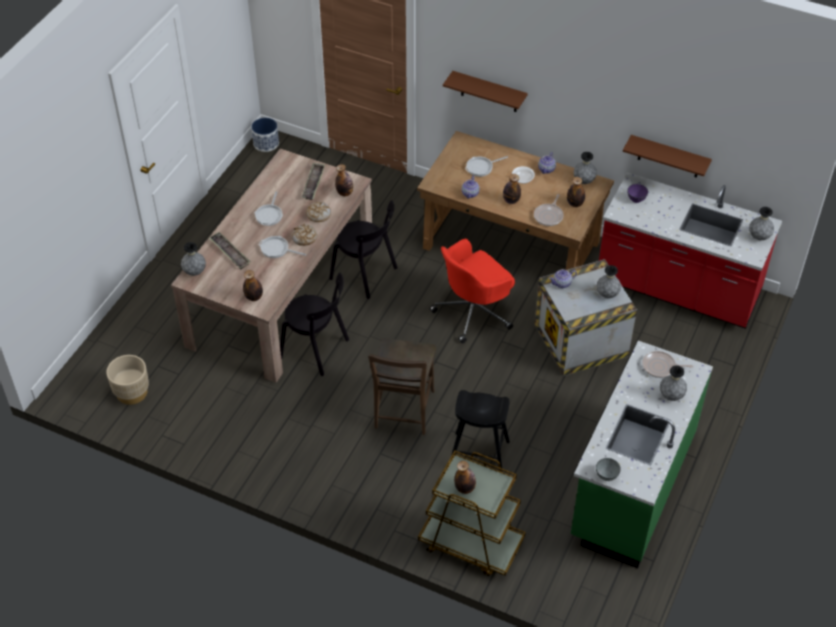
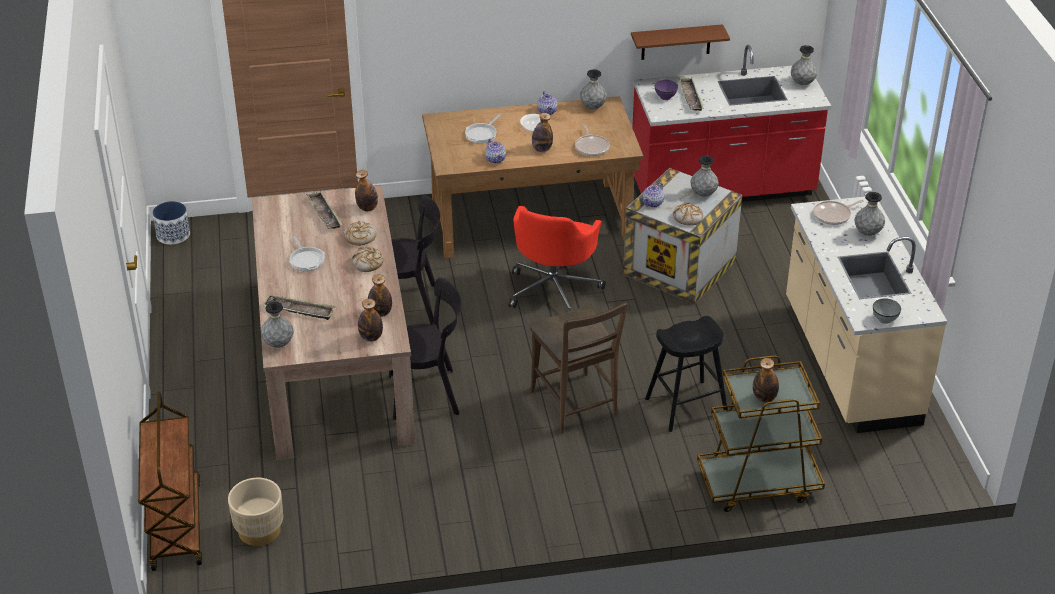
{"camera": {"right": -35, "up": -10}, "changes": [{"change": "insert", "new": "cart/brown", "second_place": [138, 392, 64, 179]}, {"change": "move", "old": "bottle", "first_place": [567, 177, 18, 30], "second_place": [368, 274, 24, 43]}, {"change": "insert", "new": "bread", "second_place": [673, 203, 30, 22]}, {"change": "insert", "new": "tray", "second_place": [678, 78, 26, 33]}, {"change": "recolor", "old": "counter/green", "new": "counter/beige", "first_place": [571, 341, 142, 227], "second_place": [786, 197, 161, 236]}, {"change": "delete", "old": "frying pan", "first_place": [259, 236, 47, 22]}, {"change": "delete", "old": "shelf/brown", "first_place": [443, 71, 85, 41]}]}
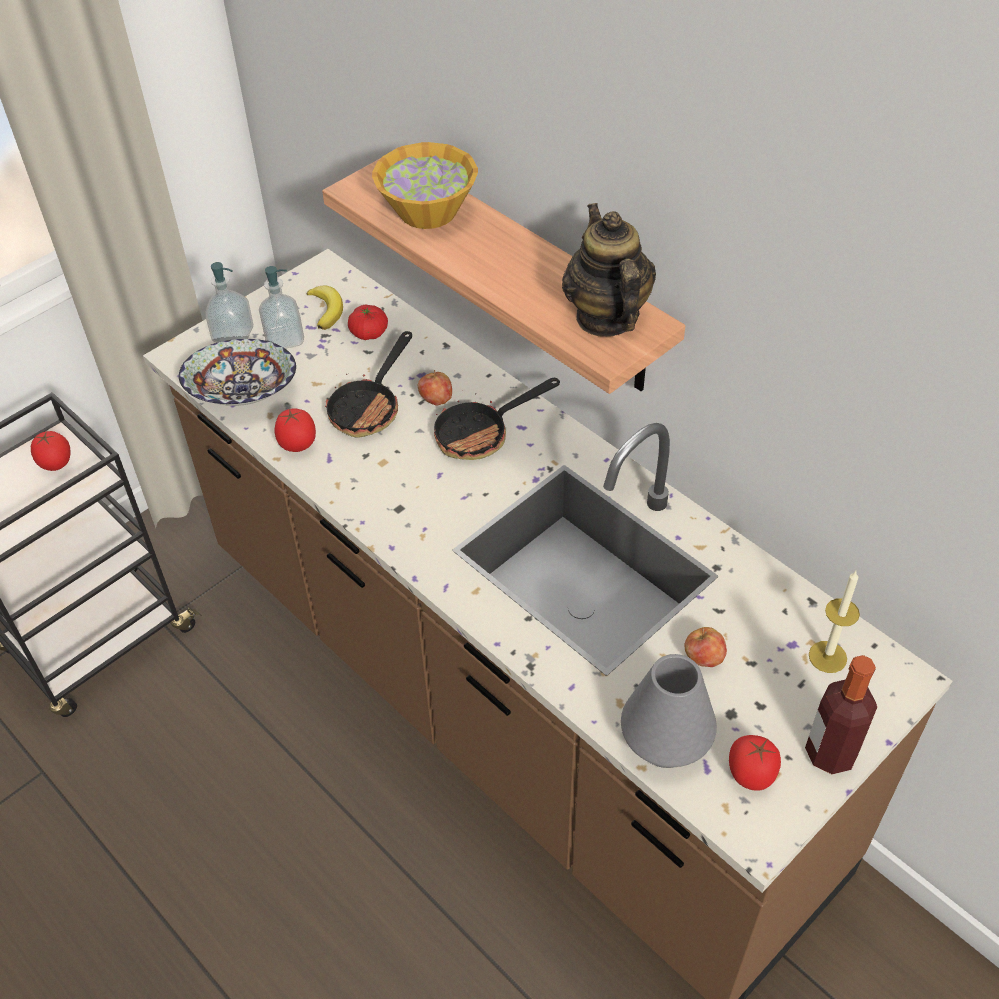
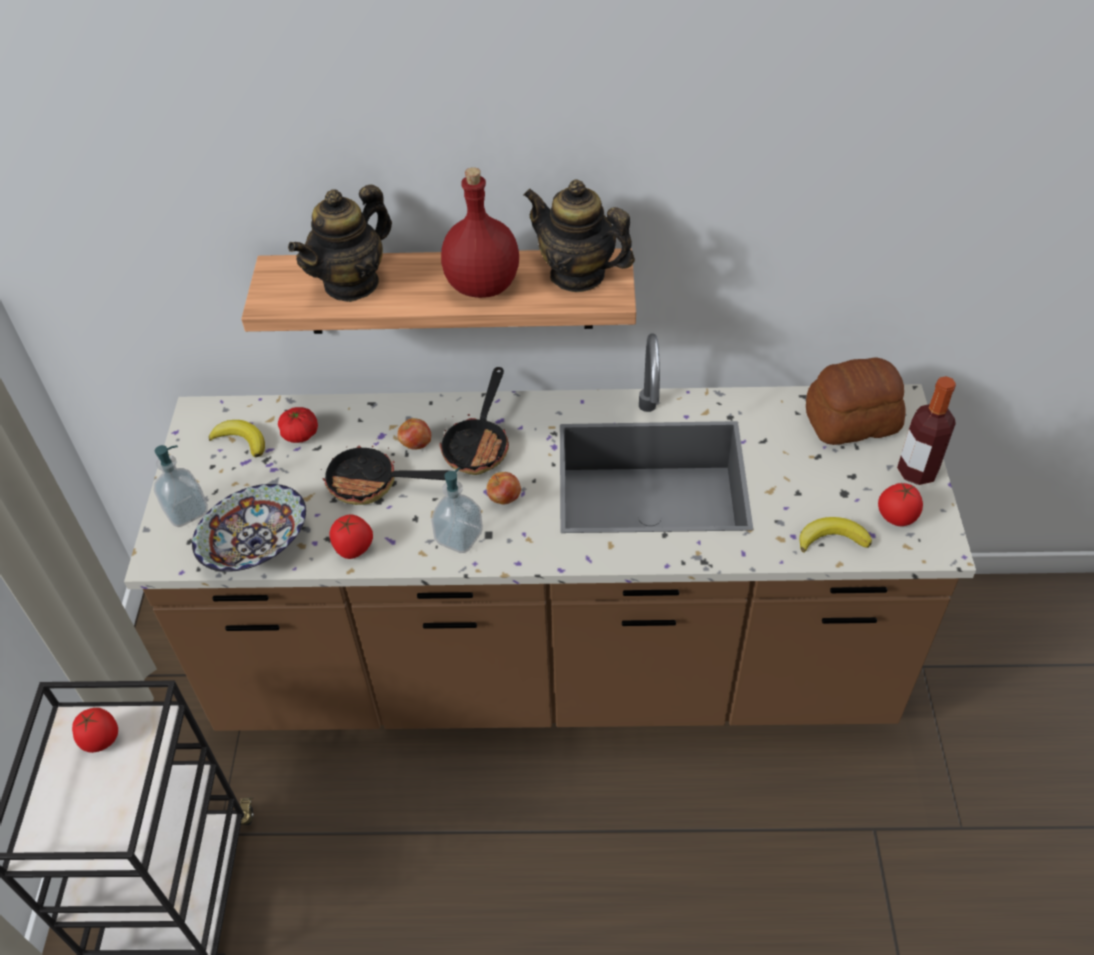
{"camera": {"right": -45, "up": 0}, "changes": [{"change": "replace", "old": "bowl", "new": "teapot", "first_place": [372, 142, 106, 87], "second_place": [288, 185, 104, 117]}, {"change": "rotate", "old": "frying pan", "first_place": [325, 331, 87, 107], "second_place": [321, 446, 128, 59], "degrees": 120}, {"change": "move", "old": "soap dispenser", "first_place": [259, 266, 45, 83], "second_place": [431, 467, 52, 86]}, {"change": "insert", "new": "bottle/red", "second_place": [441, 167, 78, 131]}, {"change": "move", "old": "apple", "first_place": [684, 627, 43, 40], "second_place": [487, 472, 34, 32]}, {"change": "replace", "old": "vase/grey", "new": "banana", "first_place": [621, 654, 96, 114], "second_place": [799, 517, 73, 35]}, {"change": "replace", "old": "candle", "new": "bread", "first_place": [809, 571, 51, 102], "second_place": [806, 357, 100, 88]}]}
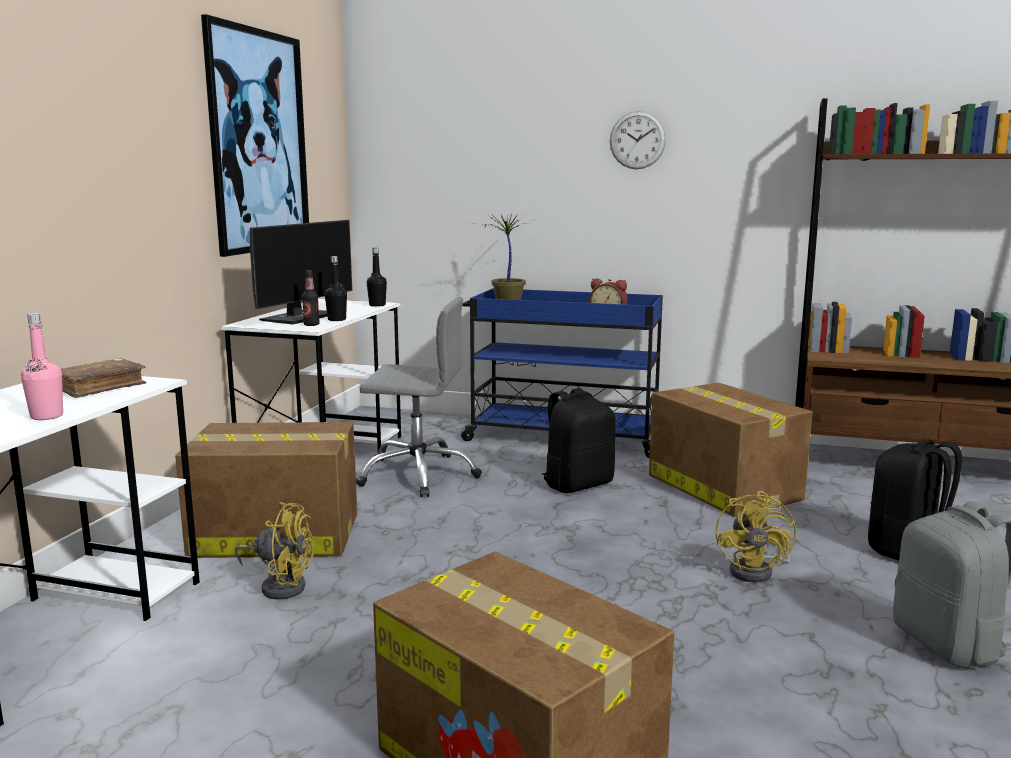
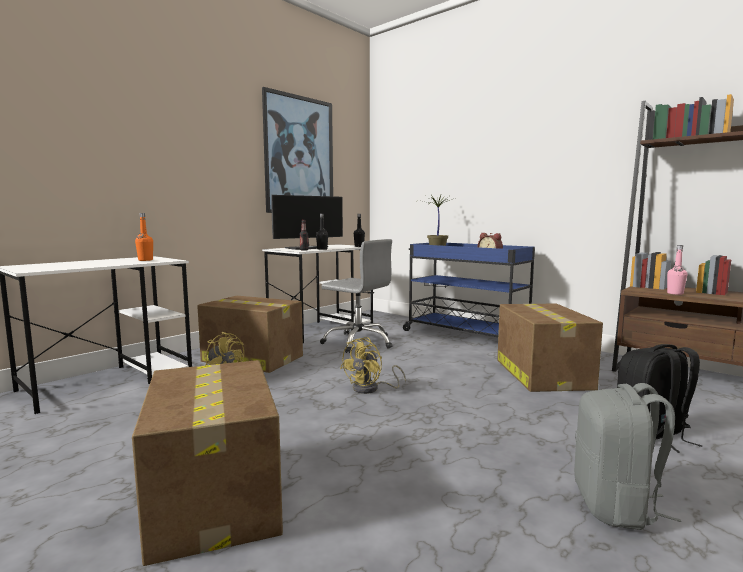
{"camera": {"right": 25, "up": -5}, "changes": [{"change": "replace", "old": "book/brown", "new": "bottle/orange", "first_place": [61, 358, 85, 40], "second_place": [135, 213, 18, 48]}, {"change": "move", "old": "fan/yellow", "first_place": [716, 491, 80, 92], "second_place": [340, 337, 66, 57]}, {"change": "move", "old": "bottle/pink", "first_place": [21, 313, 42, 107], "second_place": [667, 245, 20, 50]}, {"change": "delete", "old": "backpack/black", "first_place": [542, 388, 74, 105]}, {"change": "delete", "old": "wall clock", "first_place": [610, 111, 56, 58]}]}
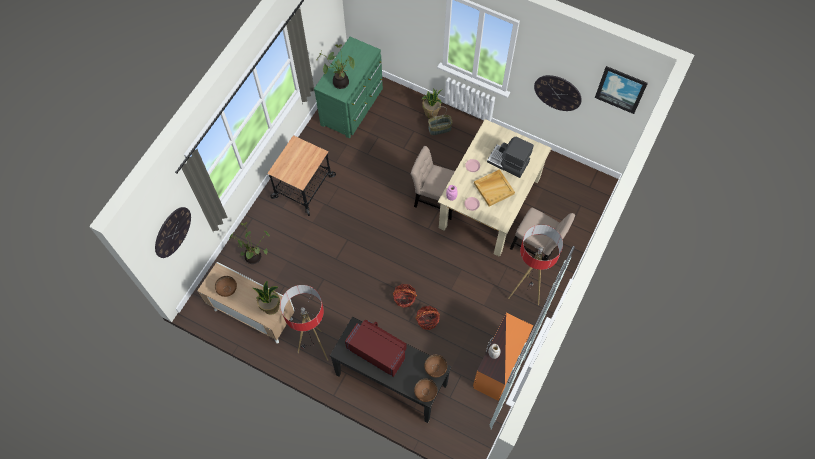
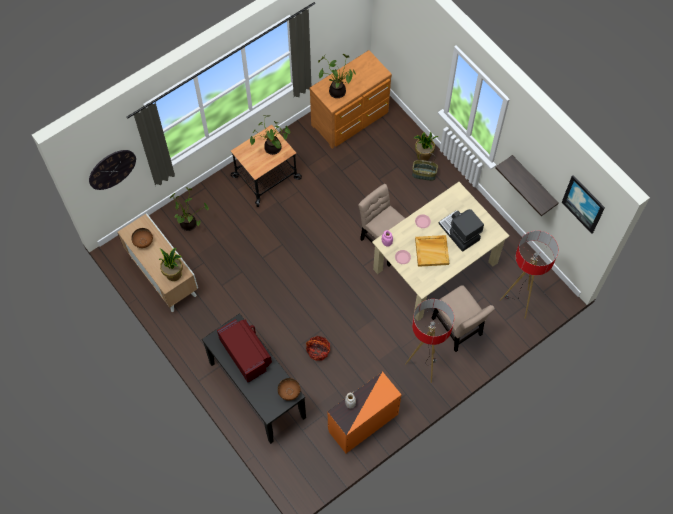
{"camera": {"right": 25, "up": 0}, "changes": [{"change": "insert", "new": "potted plant", "second_place": [250, 115, 40, 40]}, {"change": "recolor", "old": "dresser/green", "new": "dresser/brown", "first_place": [314, 37, 69, 101], "second_place": [309, 50, 83, 99]}, {"change": "replace", "old": "wall clock", "new": "shelf", "first_place": [534, 75, 48, 36], "second_place": [495, 155, 63, 61]}, {"change": "move", "old": "floor lamp", "first_place": [280, 285, 48, 76], "second_place": [500, 231, 58, 88]}, {"change": "delete", "old": "basket", "first_place": [393, 284, 24, 24]}, {"change": "delete", "old": "bowl/brown", "first_place": [414, 379, 23, 23]}]}
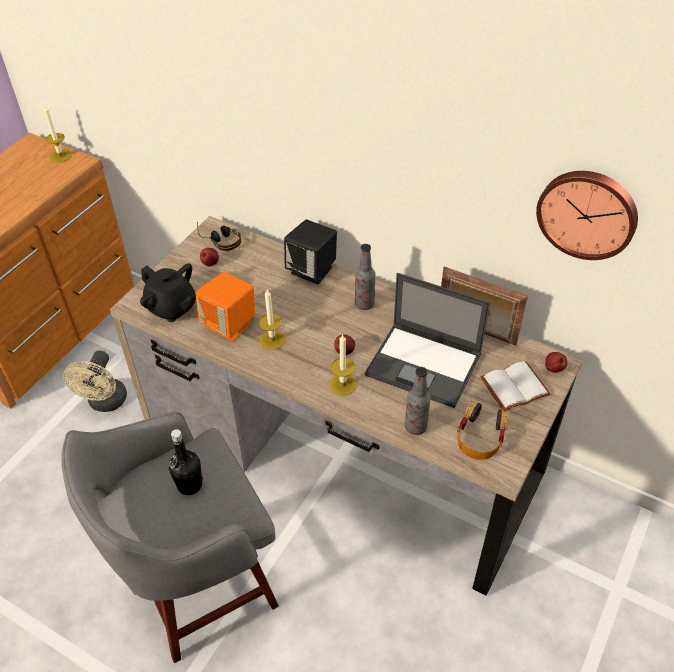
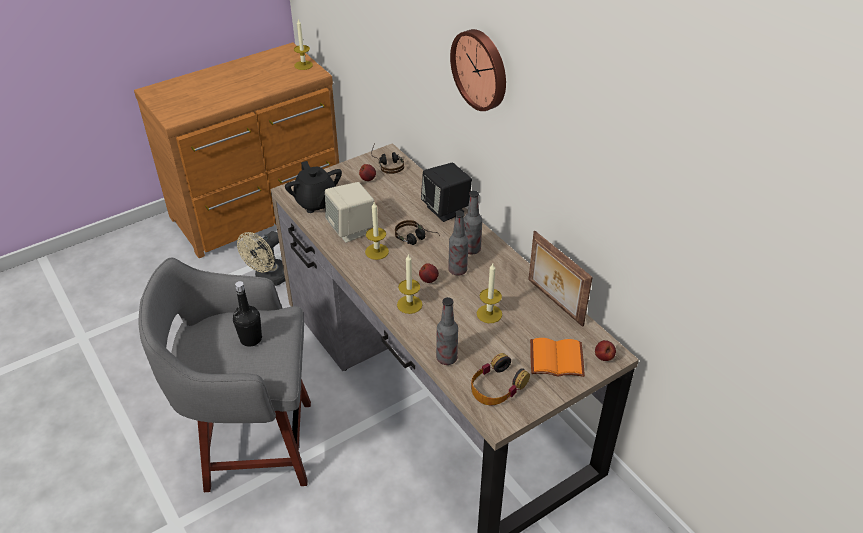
{"camera": {"right": 25, "up": -5}, "changes": [{"change": "recolor", "old": "speaker/orange", "new": "speaker/beige", "first_place": [195, 272, 60, 69], "second_place": [325, 182, 49, 61]}, {"change": "insert", "new": "headphones", "second_place": [395, 220, 45, 25]}, {"change": "insert", "new": "bottle", "second_place": [448, 211, 20, 65]}, {"change": "move", "old": "wall clock", "first_place": [536, 171, 102, 89], "second_place": [450, 29, 56, 82]}, {"change": "replace", "old": "laptop", "new": "candle", "first_place": [365, 273, 125, 135], "second_place": [477, 264, 25, 59]}, {"change": "recolor", "old": "book/white", "new": "book/orange", "first_place": [480, 361, 71, 50], "second_place": [530, 338, 55, 39]}]}
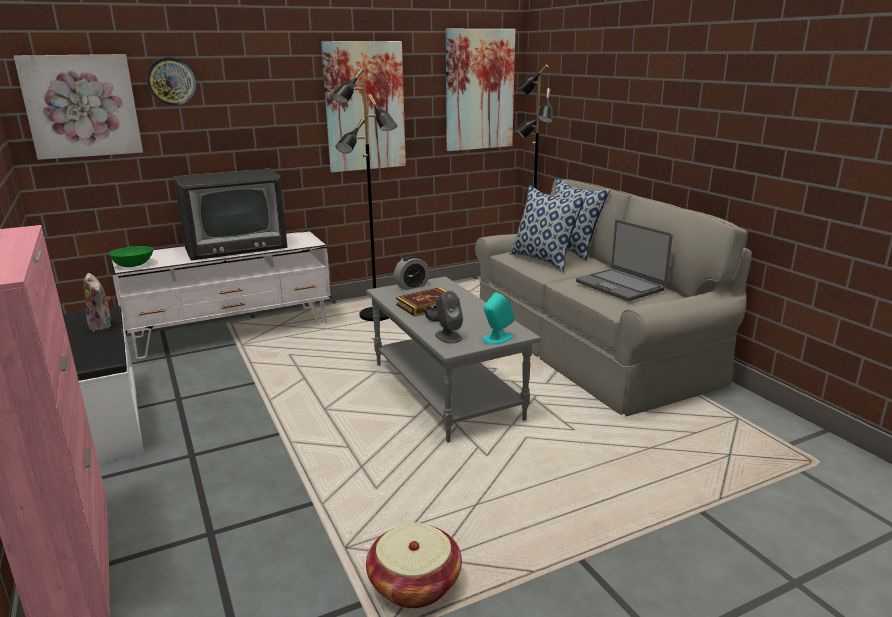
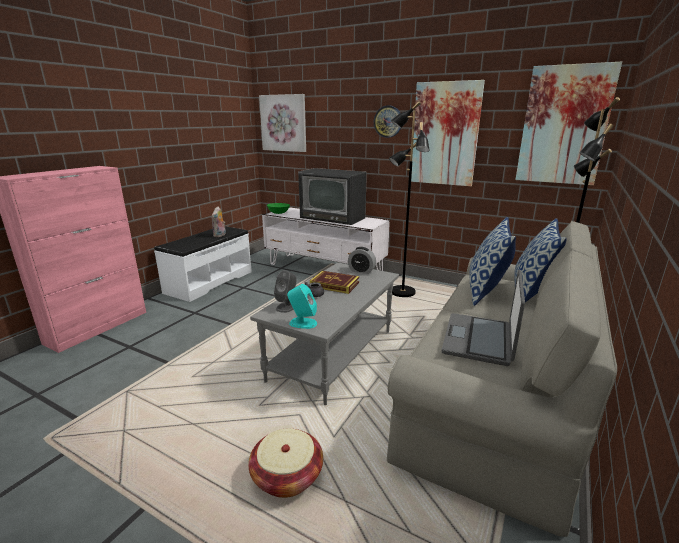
{"camera": {"right": 55, "up": 0}, "changes": [{"change": "move", "old": "basket", "first_place": [366, 523, 96, 85], "second_place": [248, 429, 75, 69]}, {"change": "move", "old": "wall clock", "first_place": [146, 57, 50, 49], "second_place": [374, 106, 27, 32]}]}
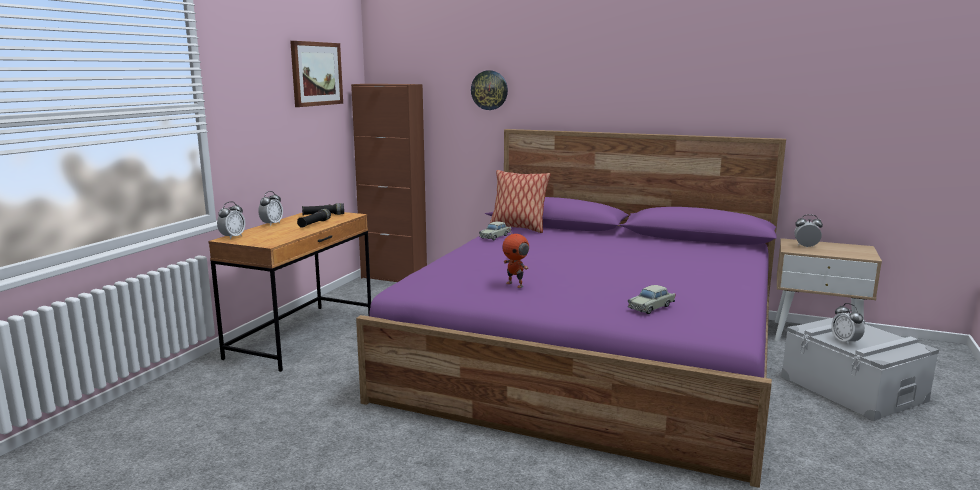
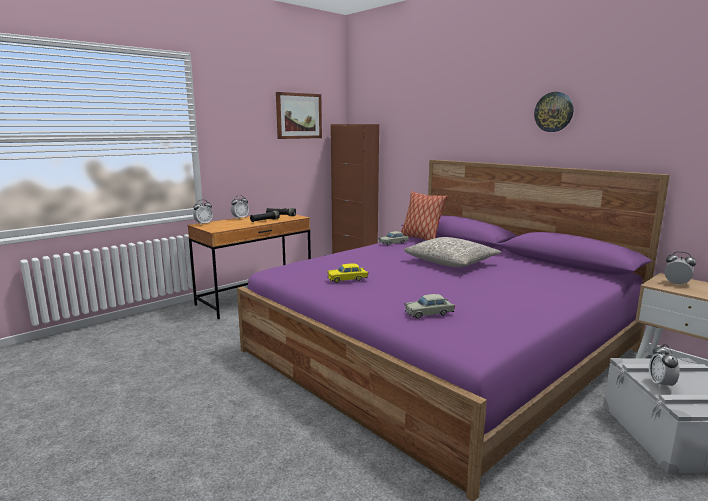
{"camera": {"right": 25, "up": 0}, "changes": [{"change": "replace", "old": "toy robot", "new": "toy car/yellow", "first_place": [502, 228, 27, 60], "second_place": [327, 263, 41, 20]}, {"change": "insert", "new": "pillow/grey", "second_place": [404, 237, 97, 30]}, {"change": "move", "old": "wall clock", "first_place": [471, 70, 37, 40], "second_place": [534, 92, 39, 40]}]}
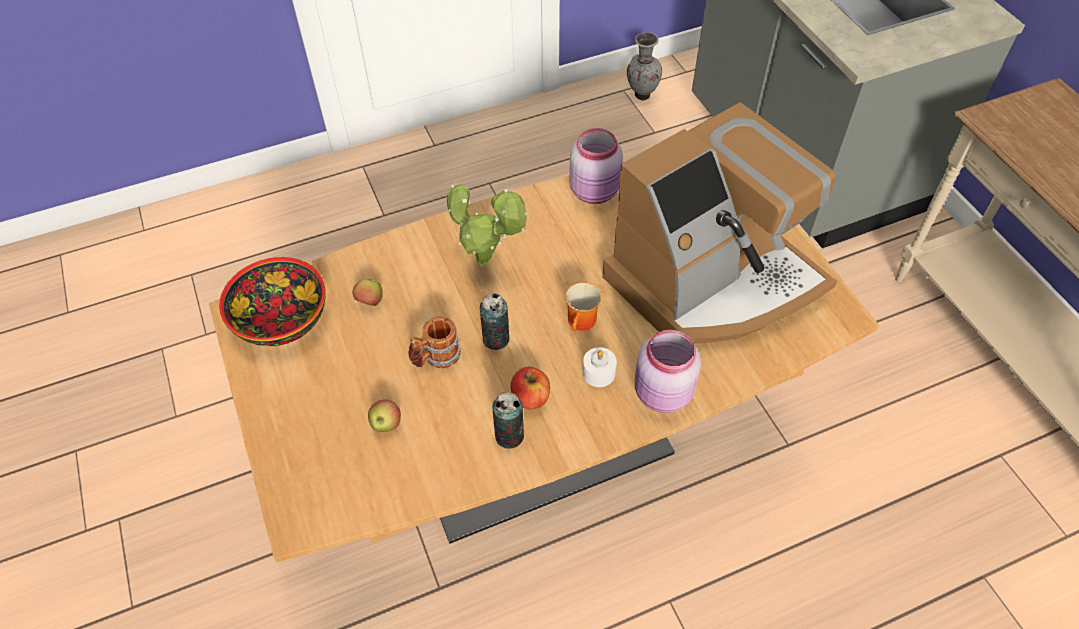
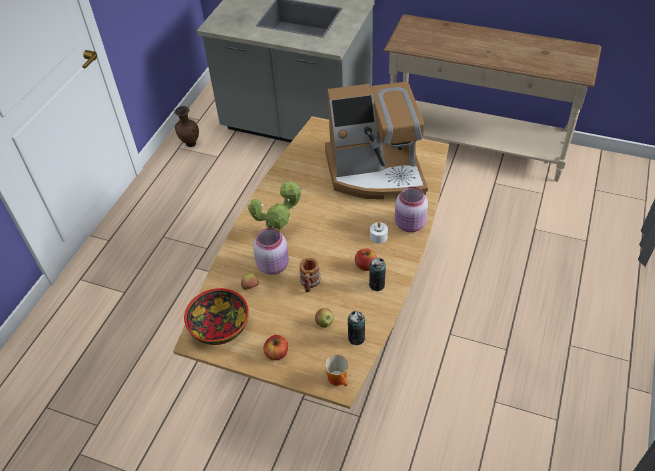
{"camera": {"right": -45, "up": -5}, "changes": [{"change": "recolor", "old": "vase/grey", "new": "vase/brown", "first_place": [627, 32, 35, 68], "second_place": [174, 106, 25, 41]}, {"change": "move", "old": "jar/pink", "first_place": [569, 128, 54, 76], "second_place": [253, 228, 36, 47]}, {"change": "insert", "new": "apple", "second_place": [264, 335, 24, 25]}, {"change": "rotate", "old": "coffee machine", "first_place": [602, 102, 235, 242], "second_place": [325, 81, 103, 118], "degrees": 75}, {"change": "move", "old": "mug", "first_place": [565, 282, 37, 49], "second_place": [325, 354, 24, 32]}, {"change": "move", "old": "can", "first_place": [480, 294, 29, 56], "second_place": [348, 311, 17, 34]}]}
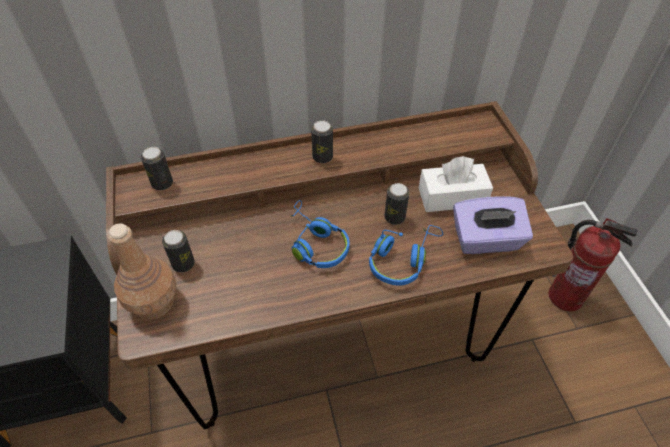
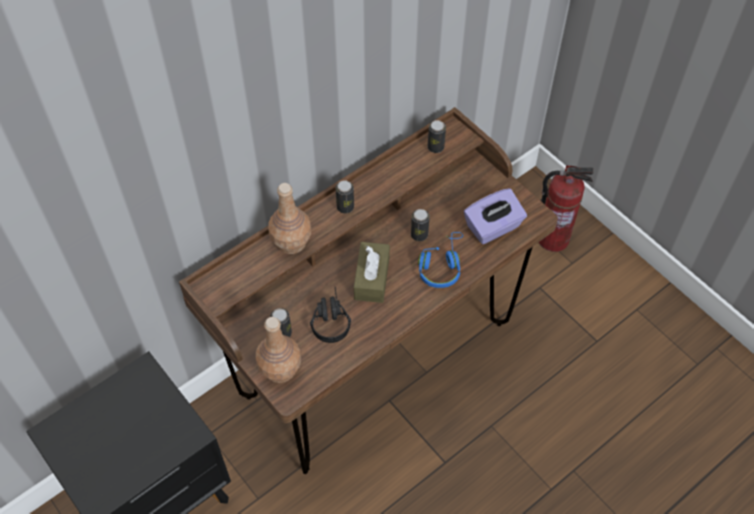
{"camera": {"right": -25, "up": 5}, "changes": [{"change": "insert", "new": "bottle/brown", "second_place": [268, 183, 43, 71]}, {"change": "insert", "new": "headphones/black", "second_place": [310, 287, 41, 56]}, {"change": "replace", "old": "headphones/blue", "new": "tissue box/brown", "first_place": [289, 200, 61, 68], "second_place": [354, 242, 36, 61]}, {"change": "move", "old": "can", "first_place": [141, 147, 32, 43], "second_place": [428, 120, 18, 33]}, {"change": "delete", "old": "tissue box/white", "first_place": [419, 156, 74, 56]}]}
